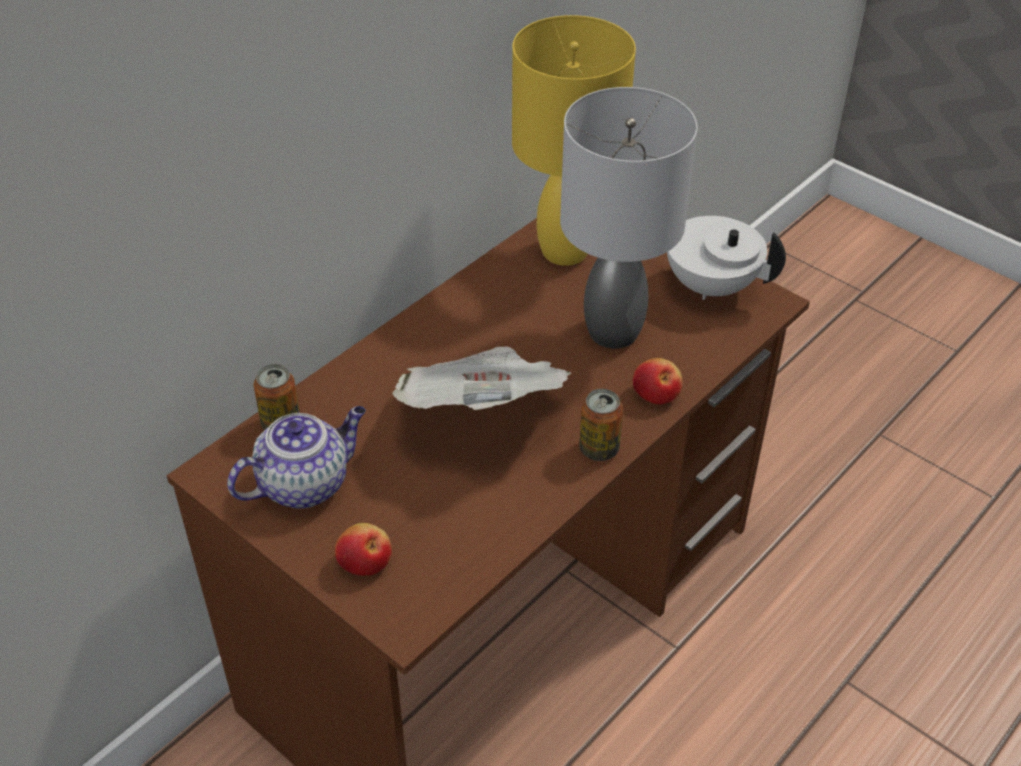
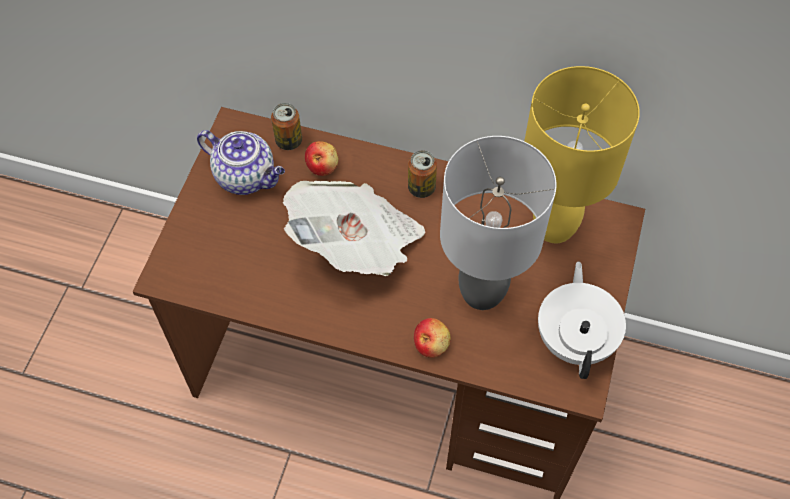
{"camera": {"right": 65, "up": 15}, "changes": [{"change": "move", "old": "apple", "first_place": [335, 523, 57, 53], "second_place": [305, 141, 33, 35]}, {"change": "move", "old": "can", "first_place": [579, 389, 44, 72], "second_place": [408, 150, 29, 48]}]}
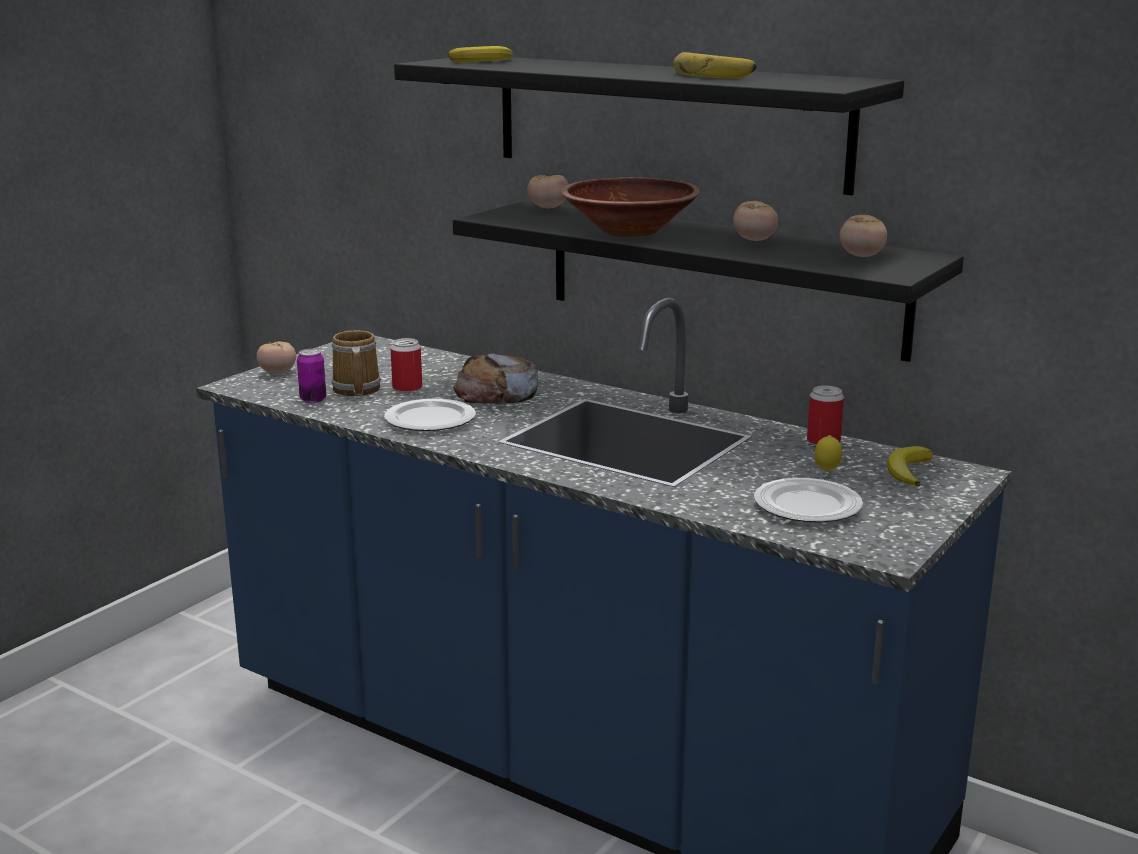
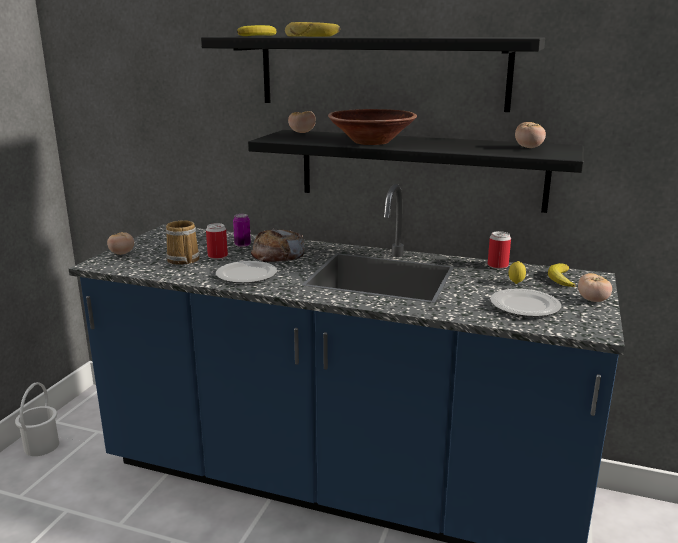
{"camera": {"right": -15, "up": 0}, "changes": [{"change": "insert", "new": "bucket/white", "second_place": [15, 382, 44, 74]}, {"change": "move", "old": "can", "first_place": [297, 349, 29, 54], "second_place": [233, 214, 18, 33]}, {"change": "move", "old": "banana", "first_place": [673, 52, 83, 27], "second_place": [285, 22, 55, 15]}, {"change": "move", "old": "tomato", "first_place": [733, 201, 45, 40], "second_place": [578, 273, 34, 29]}]}
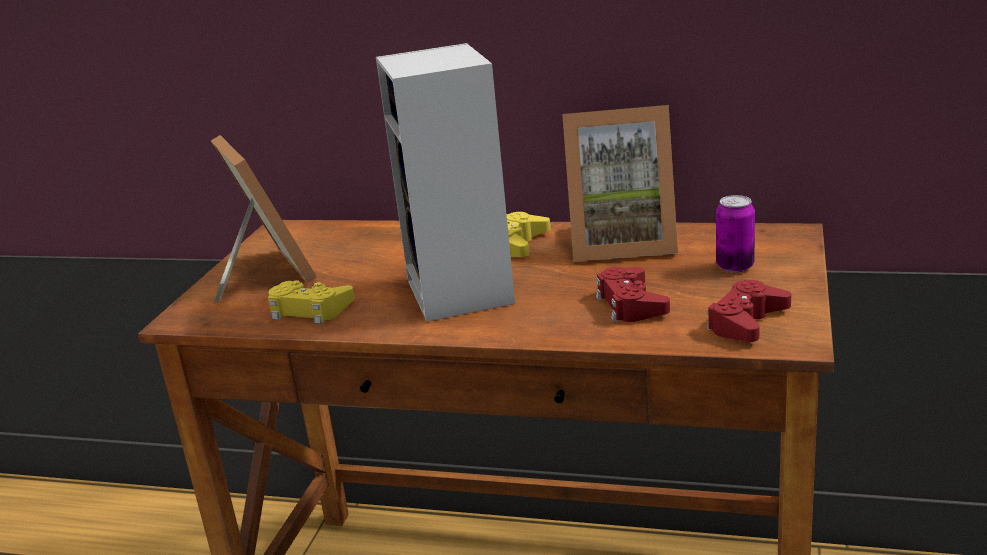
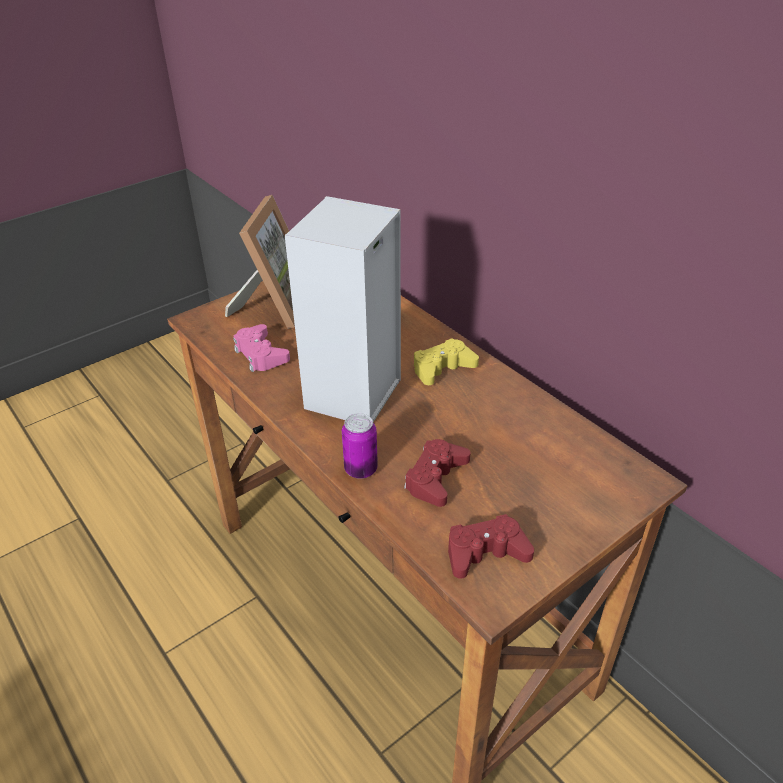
{"camera": {"right": 35, "up": 15}, "changes": [{"change": "recolor", "old": "game controller/yellow", "new": "game controller/pink", "first_place": [268, 280, 87, 44], "second_place": [233, 324, 57, 48]}, {"change": "move", "old": "can", "first_place": [716, 195, 39, 78], "second_place": [342, 413, 36, 66]}, {"change": "delete", "old": "picture frame", "first_place": [562, 105, 116, 156]}]}
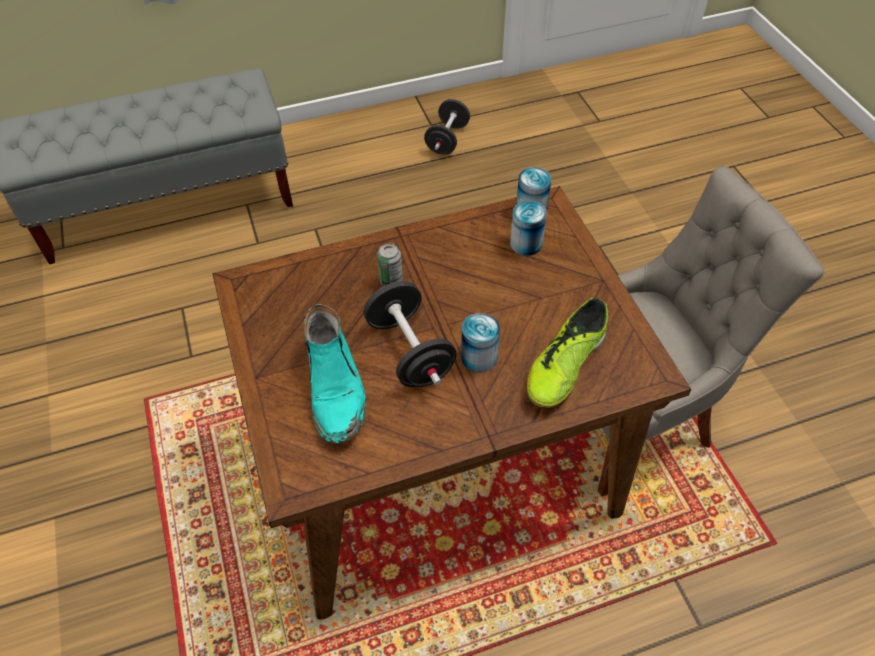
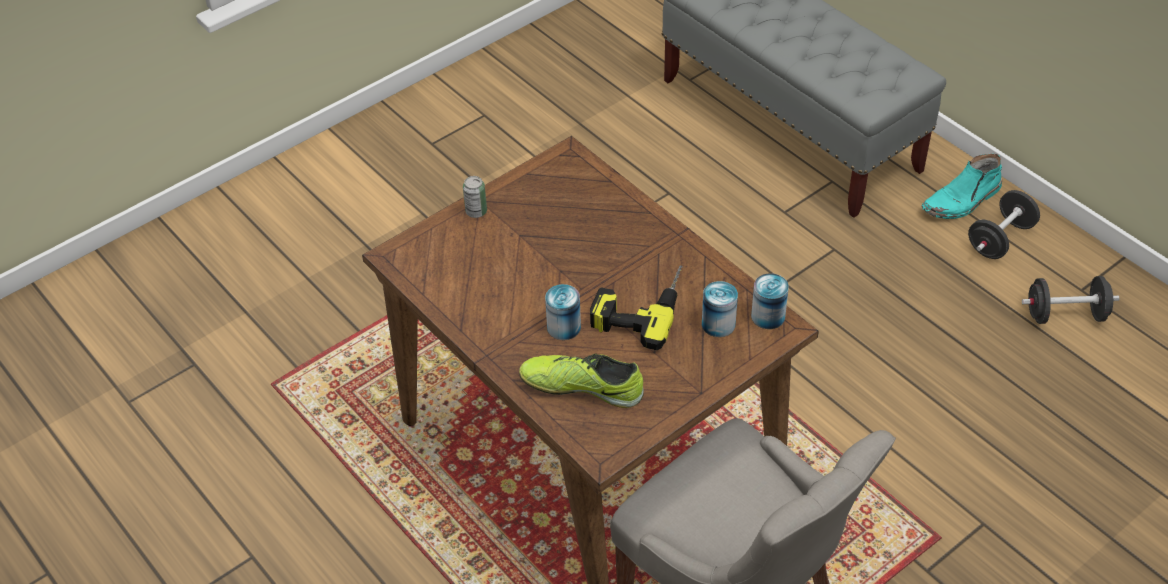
{"camera": {"right": 70, "up": -5}, "changes": [{"change": "move", "old": "can", "first_place": [377, 243, 26, 43], "second_place": [463, 176, 24, 42]}, {"change": "insert", "new": "power drill", "second_place": [590, 266, 92, 84]}, {"change": "move", "old": "boot/turquoise", "first_place": [304, 304, 62, 139], "second_place": [921, 154, 81, 65]}, {"change": "move", "old": "dumbbell/black", "first_place": [364, 281, 93, 106], "second_place": [968, 190, 72, 69]}]}
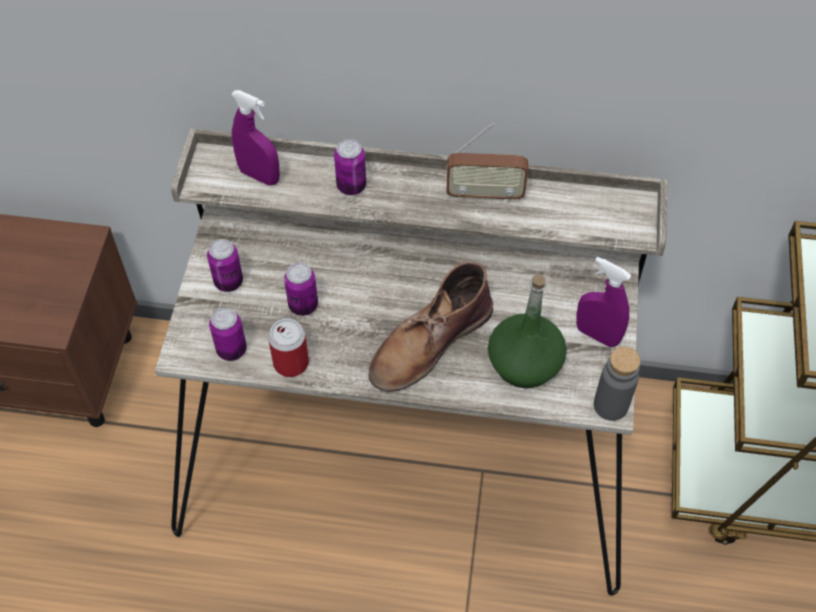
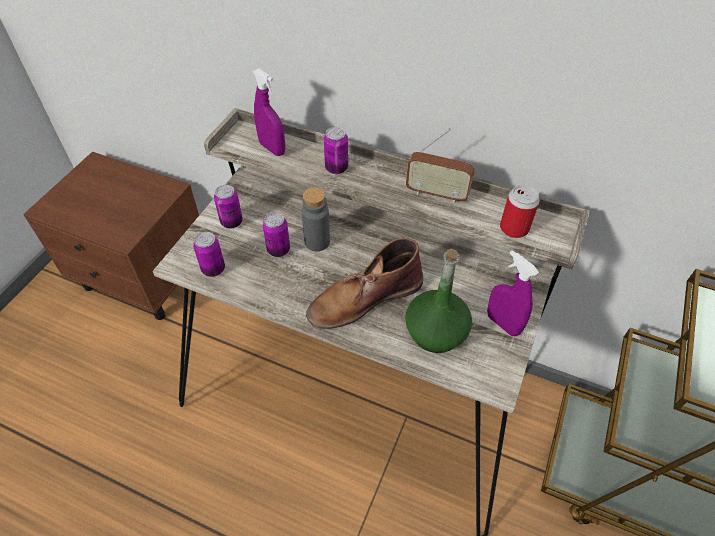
{"camera": {"right": 15, "up": -5}, "changes": [{"change": "move", "old": "bottle/grey", "first_place": [594, 347, 47, 74], "second_place": [302, 187, 28, 64]}, {"change": "move", "old": "can", "first_place": [268, 318, 41, 59], "second_place": [500, 185, 40, 53]}]}
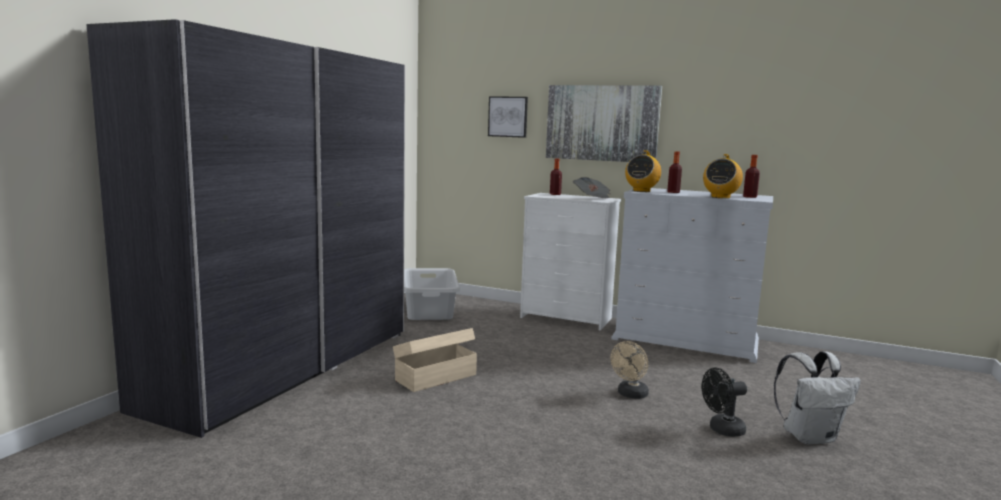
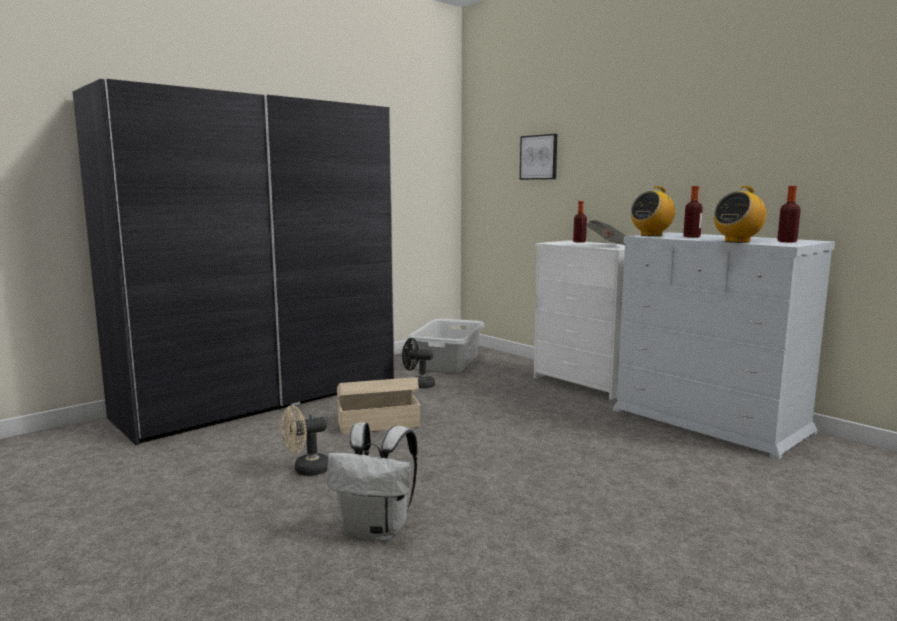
{"camera": {"right": 25, "up": 0}, "changes": [{"change": "move", "old": "fan/beige", "first_place": [611, 341, 38, 58], "second_place": [281, 405, 47, 71]}, {"change": "move", "old": "backpack/white", "first_place": [774, 351, 87, 94], "second_place": [327, 422, 91, 119]}, {"change": "move", "old": "fan/black", "first_place": [702, 367, 45, 70], "second_place": [402, 338, 33, 51]}, {"change": "delete", "old": "picture", "first_place": [546, 85, 116, 77]}]}
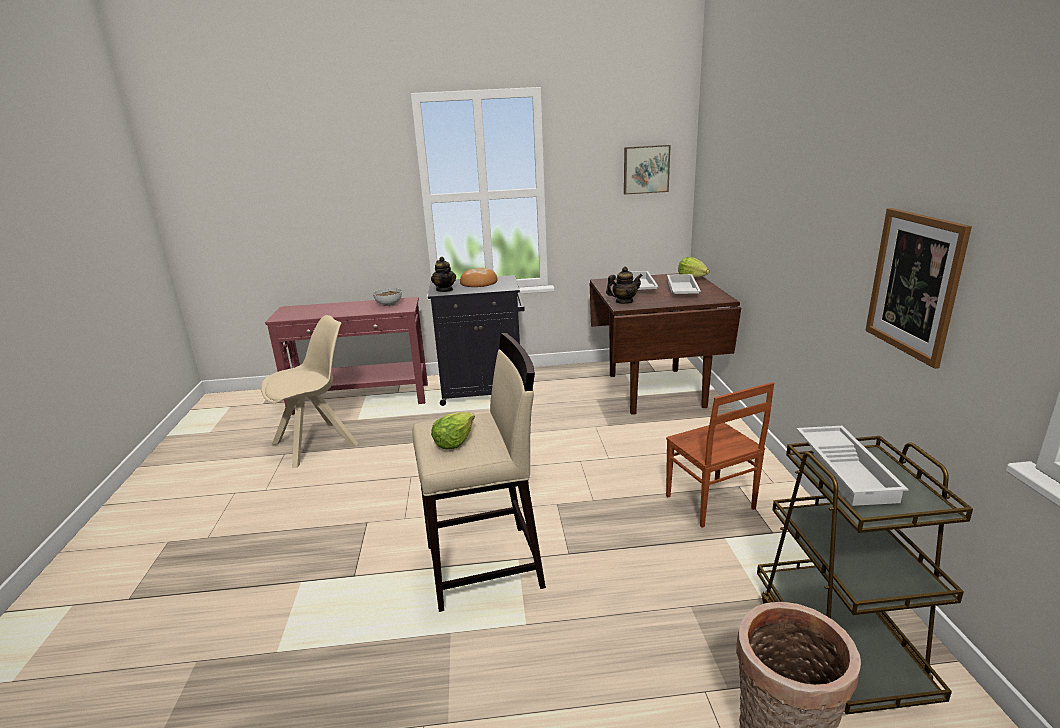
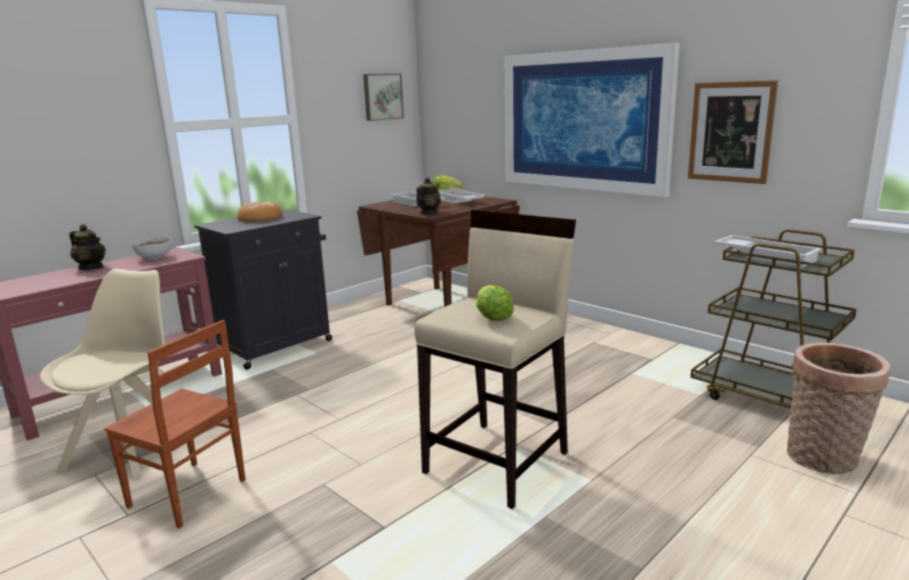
{"camera": {"right": -40, "up": -5}, "changes": [{"change": "move", "old": "teapot", "first_place": [431, 257, 25, 35], "second_place": [69, 224, 37, 46]}, {"change": "move", "old": "chair/brown", "first_place": [666, 382, 108, 146], "second_place": [104, 320, 142, 209]}, {"change": "insert", "new": "picture", "second_place": [505, 43, 175, 154]}]}
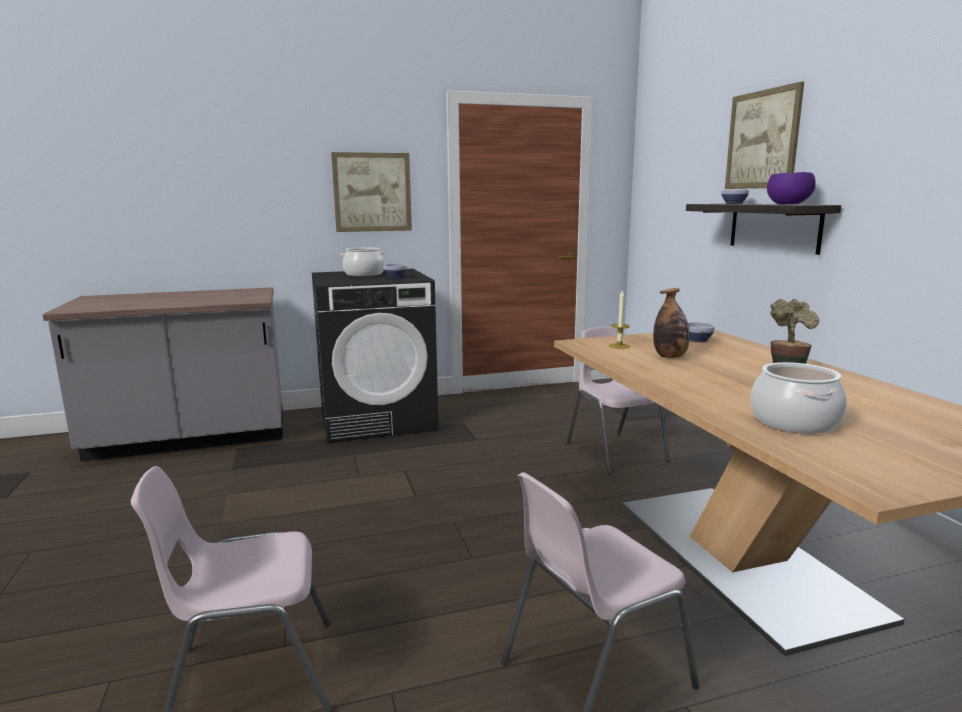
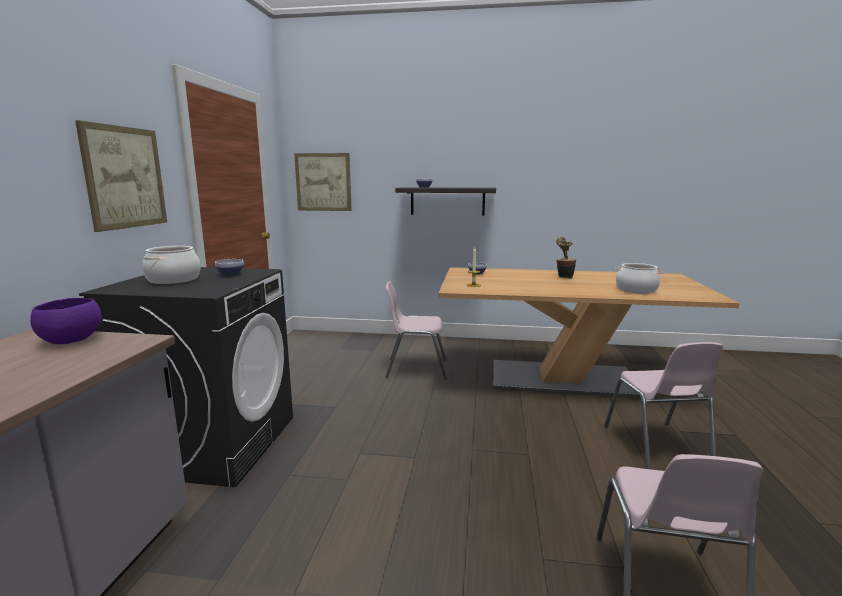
{"camera": {"right": -65, "up": 0}, "changes": [{"change": "move", "old": "bowl/purple", "first_place": [767, 172, 49, 32], "second_place": [30, 298, 72, 46]}, {"change": "move", "old": "picture", "first_place": [725, 82, 79, 107], "second_place": [294, 153, 58, 58]}, {"change": "delete", "old": "bottle", "first_place": [653, 288, 37, 70]}]}
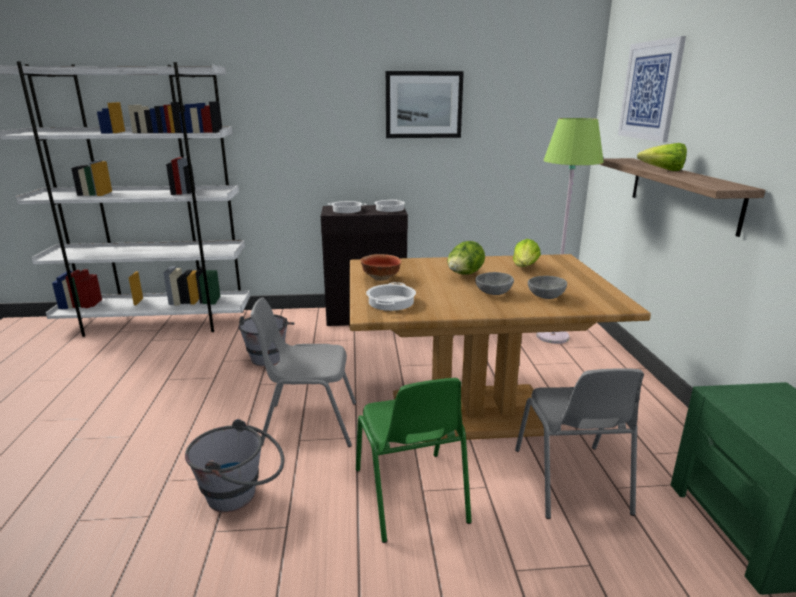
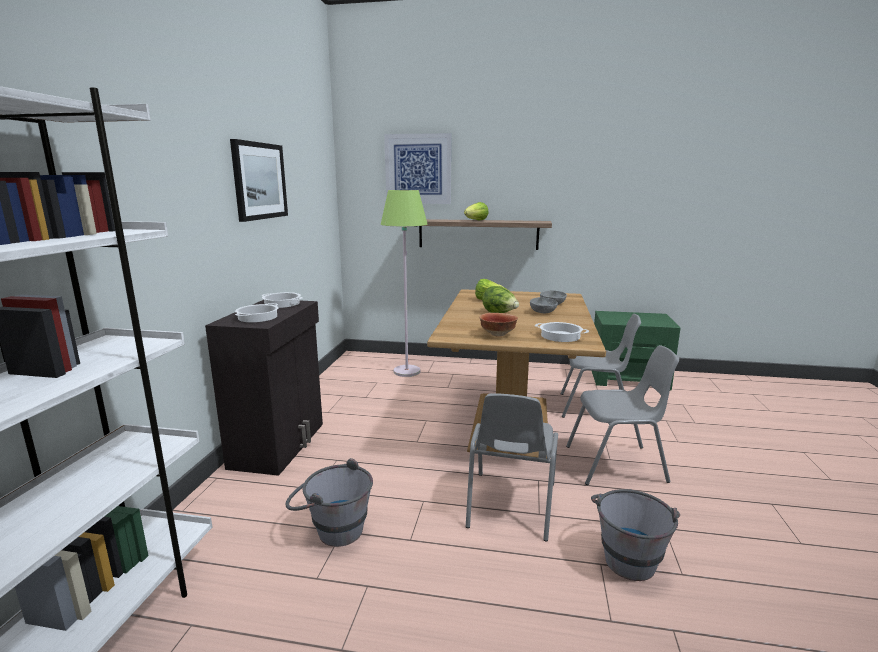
{"camera": {"right": -75, "up": -5}, "changes": [{"change": "recolor", "old": "chair/green", "new": "chair/grey", "first_place": [356, 378, 116, 165], "second_place": [566, 345, 113, 140]}]}
